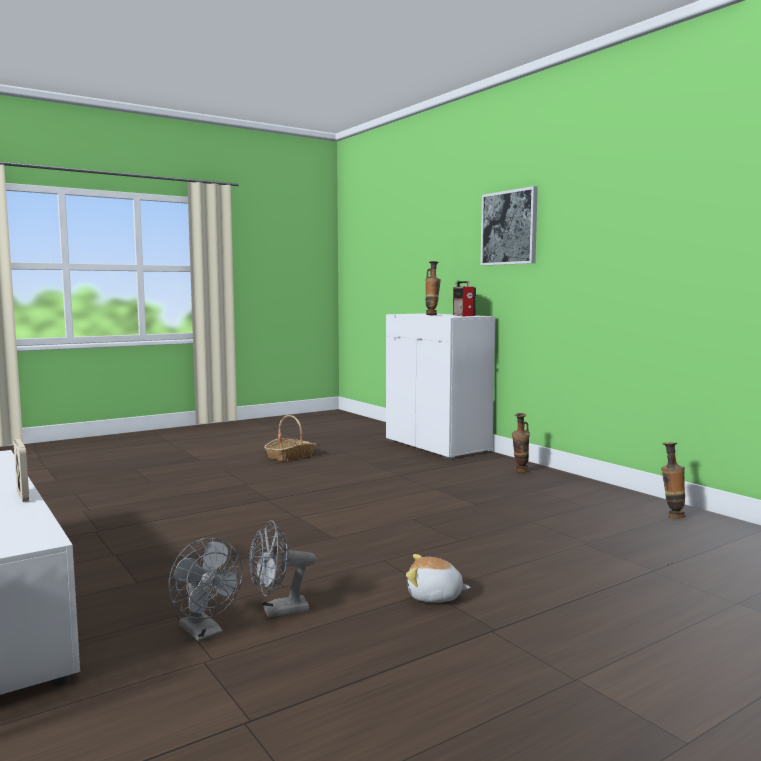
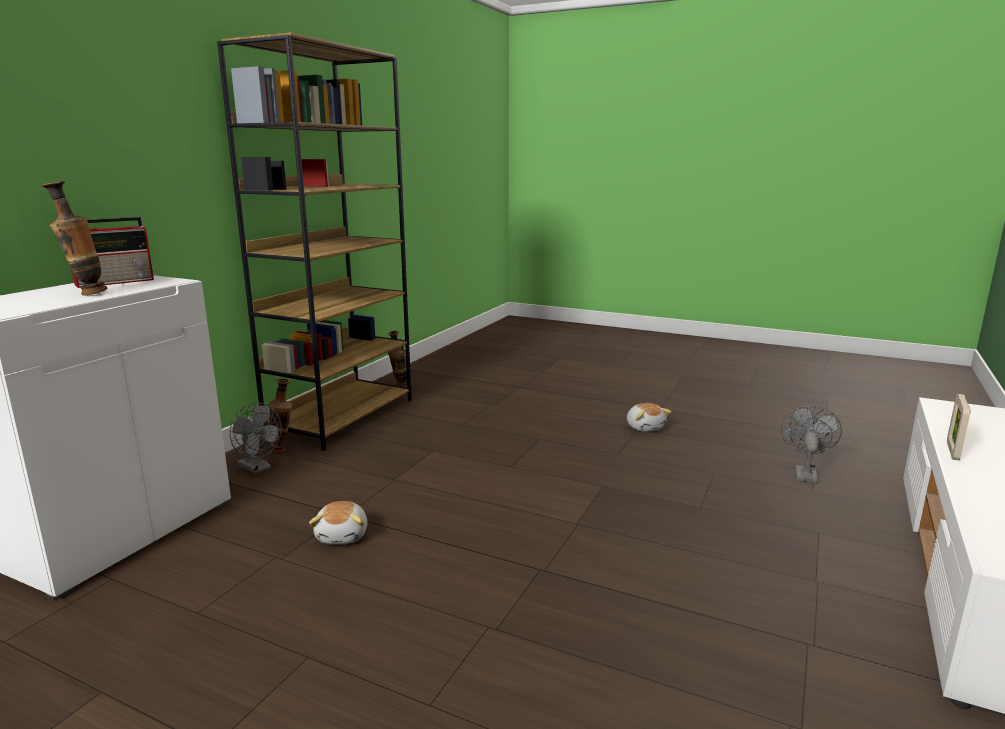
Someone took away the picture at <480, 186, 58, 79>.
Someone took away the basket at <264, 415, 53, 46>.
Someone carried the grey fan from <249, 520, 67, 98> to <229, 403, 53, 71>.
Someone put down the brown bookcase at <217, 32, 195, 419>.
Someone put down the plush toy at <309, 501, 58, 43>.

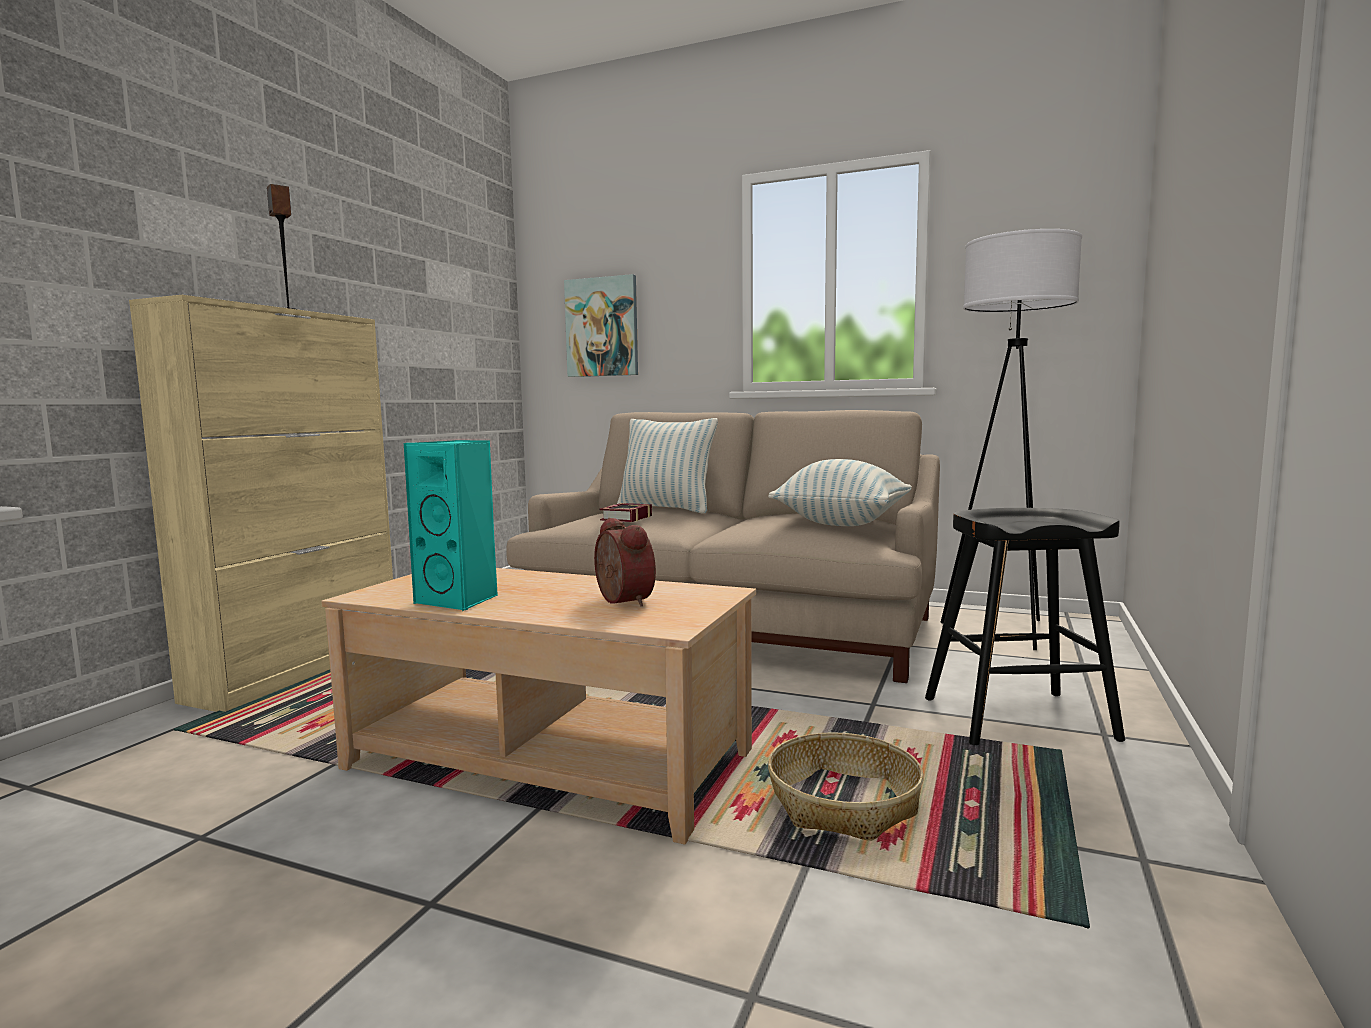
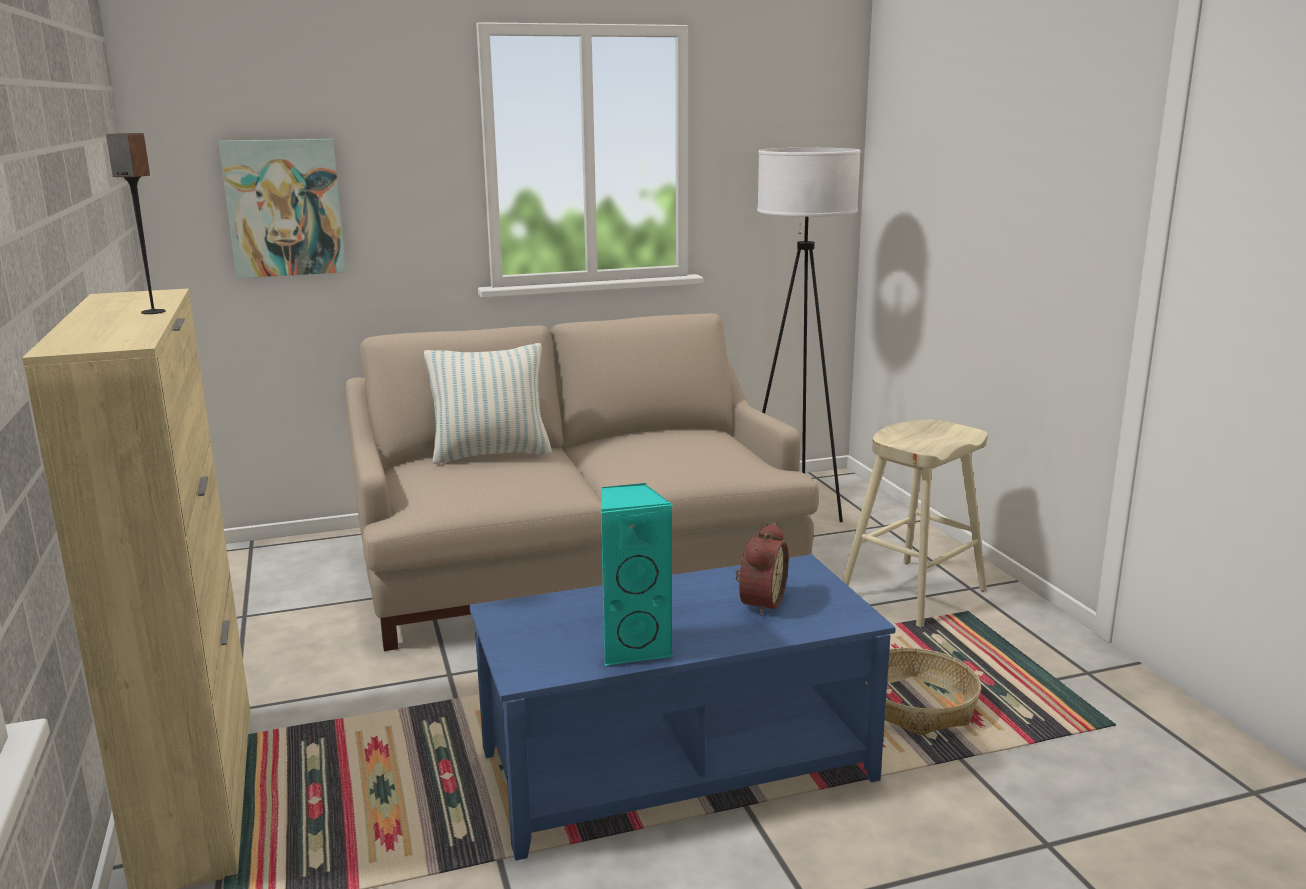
Someone took away the pillow at <768, 459, 144, 67>.
Someone took away the book at <600, 503, 52, 19>.
Someone repainted the black stool at <925, 508, 200, 237>, which became the beige stool at <842, 420, 145, 207>.
Someone rotated the alarm clock at <594, 518, 62, 89> by 90 degrees clockwise.
Someone repainted the beige coffee table at <321, 568, 435, 277>, which became the blue coffee table at <469, 554, 427, 307>.

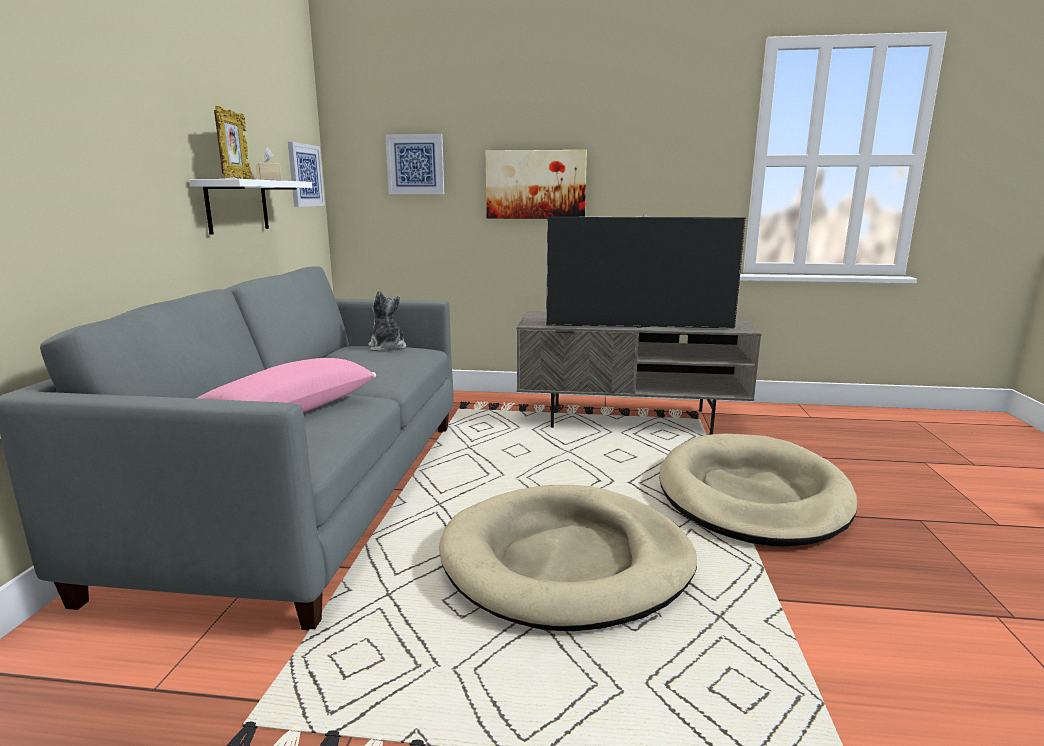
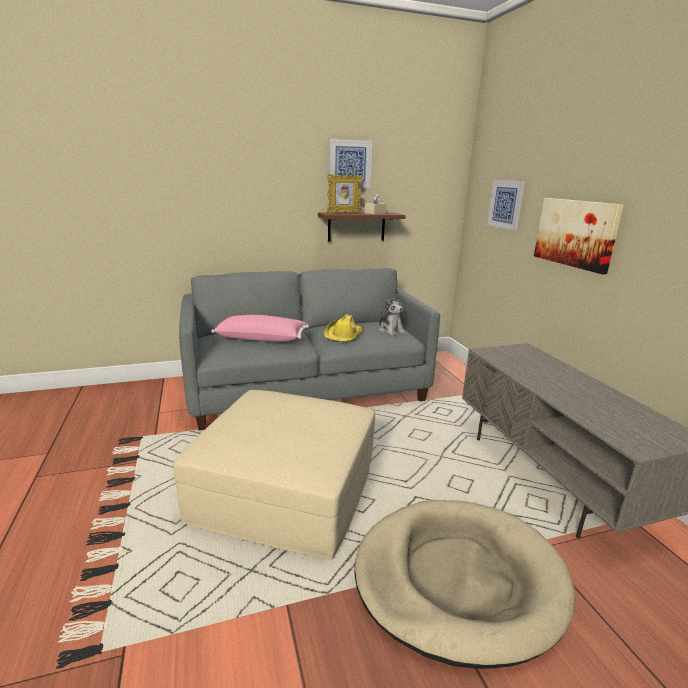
Someone carried the picture from <288, 142, 37, 65> to <329, 139, 43, 48>.
Someone repainted the white shelf at <189, 179, 123, 56>, which became the brown shelf at <318, 212, 88, 30>.
Someone took away the television at <546, 214, 200, 114>.
Someone rotated the plush toy at <368, 290, 39, 61> by 120 degrees clockwise.
Someone swapped the beige dog bed at <439, 485, 258, 146> for the beige ottoman at <173, 390, 202, 170>.
Someone put down the yellow hat at <324, 315, 40, 26>.

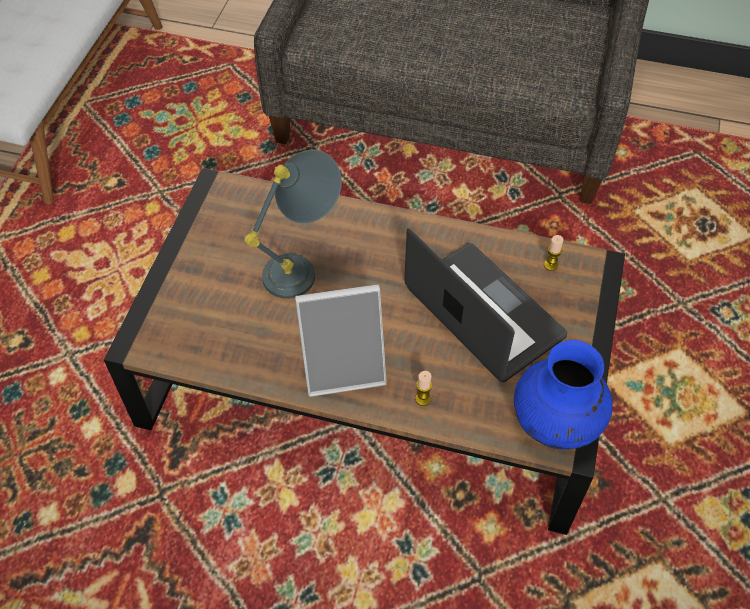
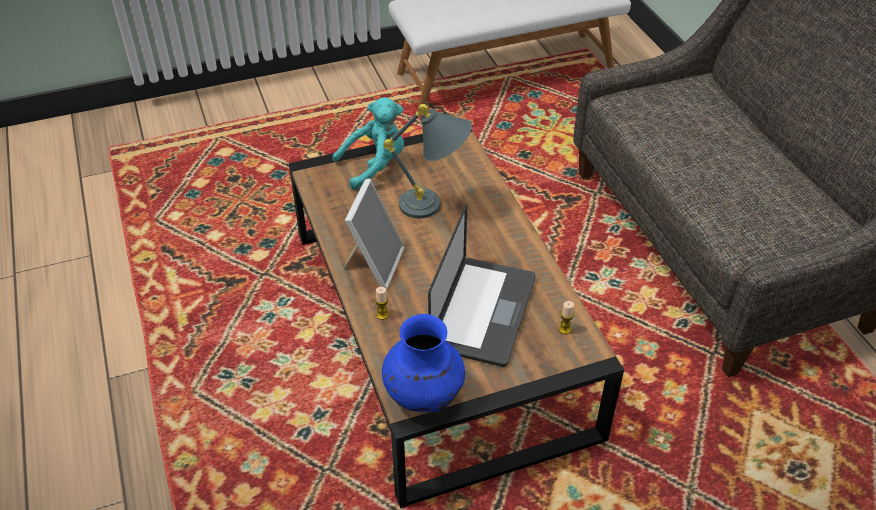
Someone rotated the picture frame at <295, 284, 92, 113> by 120 degrees counterclockwise.
Someone put down the turquoise plush toy at <332, 97, 72, 93>.

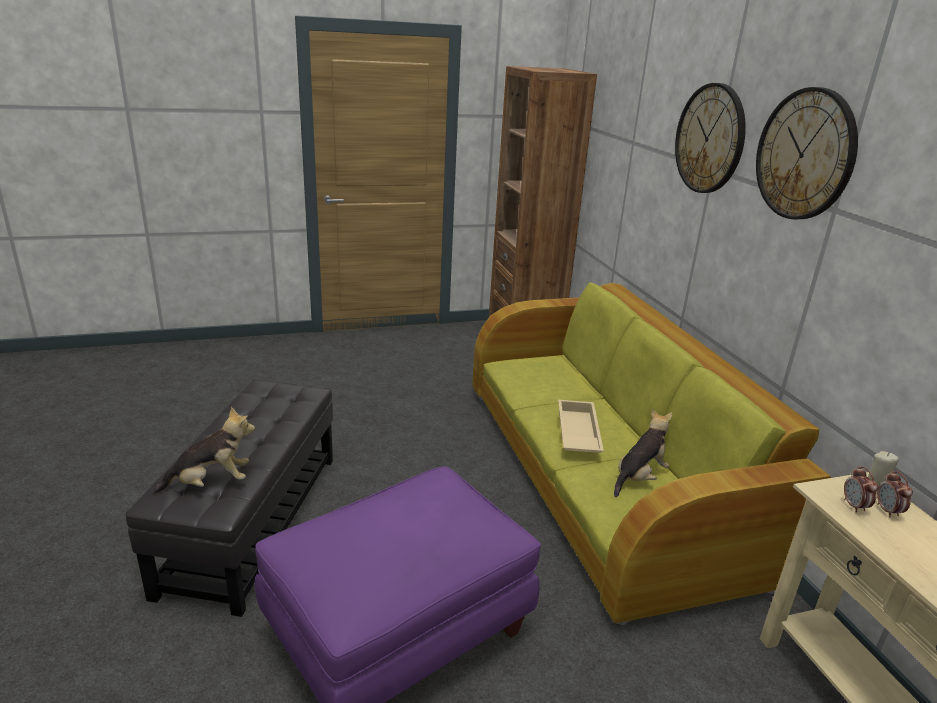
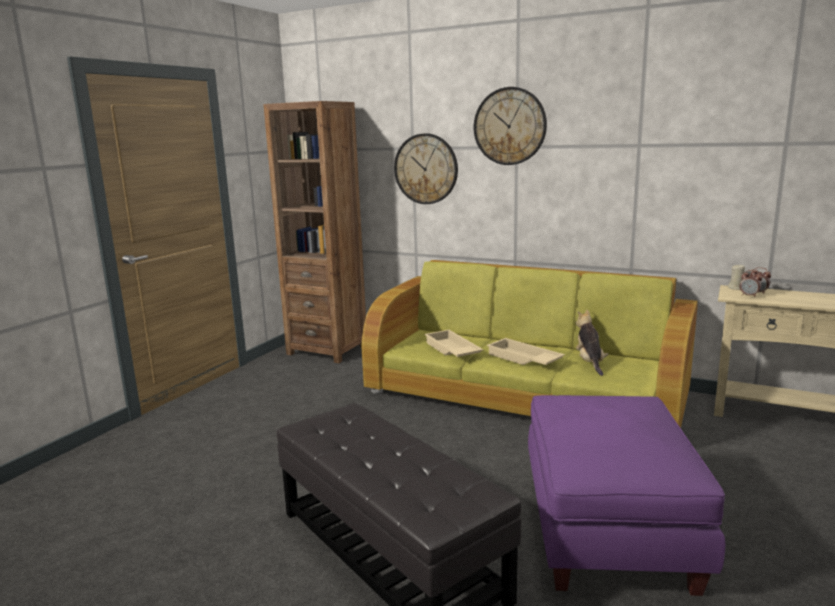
Someone carried the wall clock from <756, 87, 102, 132> to <394, 133, 64, 71>.
Someone took away the plush toy at <153, 406, 102, 88>.
Someone put down the beige tray at <424, 330, 59, 27>.

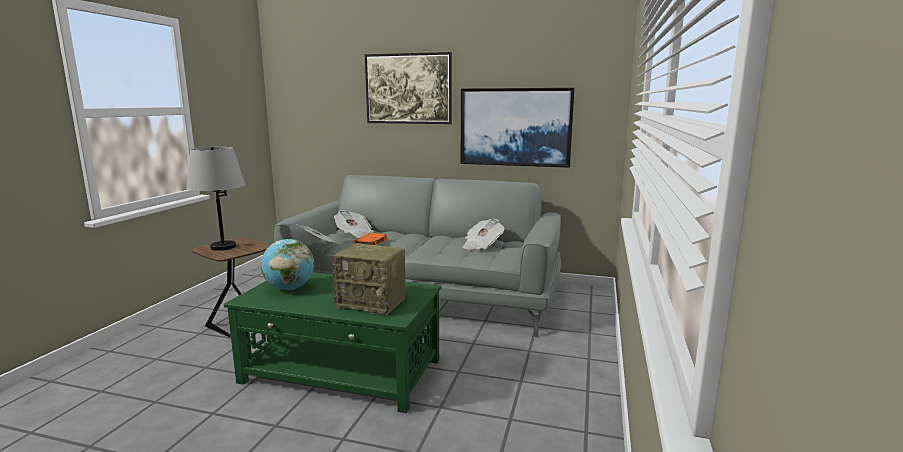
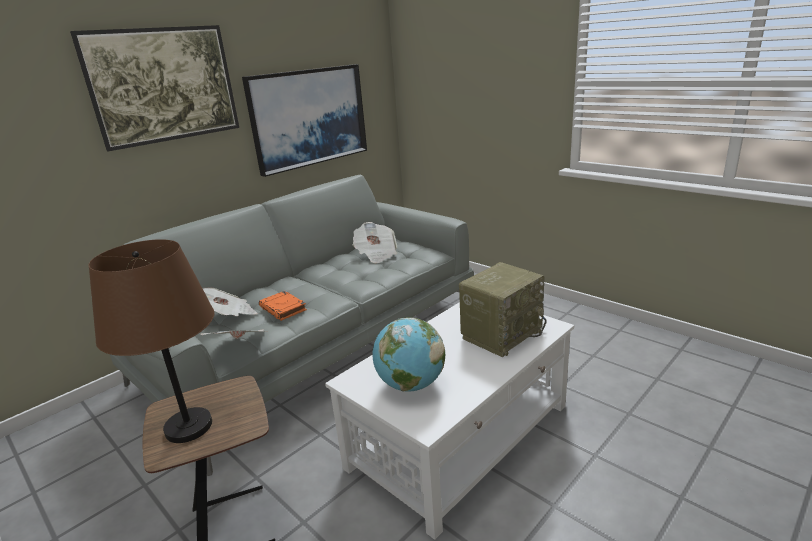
Someone repainted the grey table lamp at <186, 147, 59, 104>, which became the brown table lamp at <89, 239, 125, 204>.
Someone repainted the green coffee table at <224, 272, 217, 141>, which became the white coffee table at <325, 302, 249, 238>.

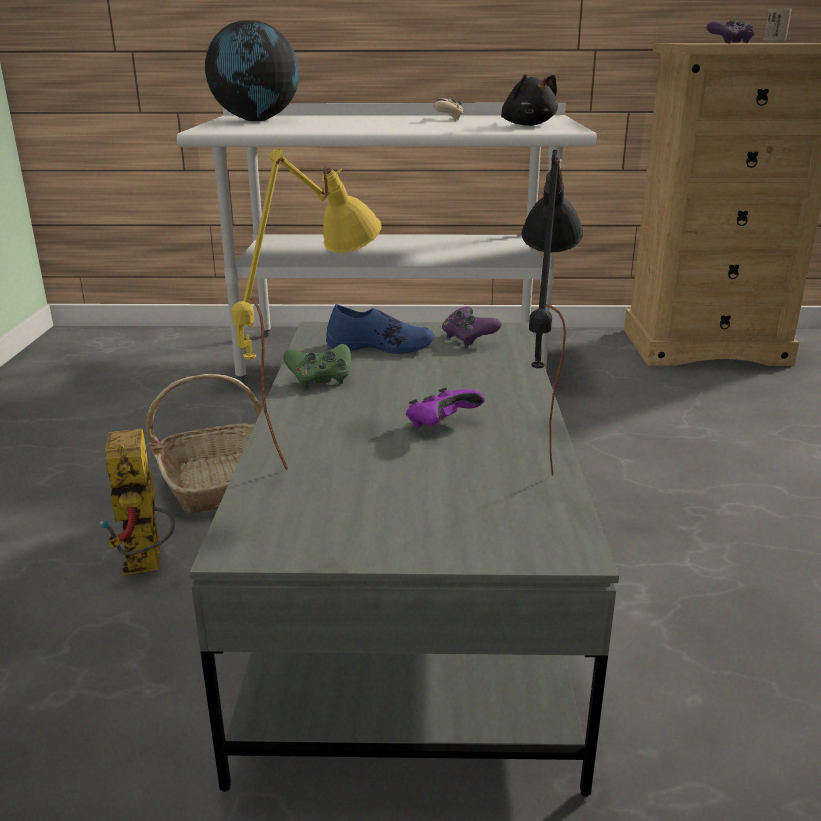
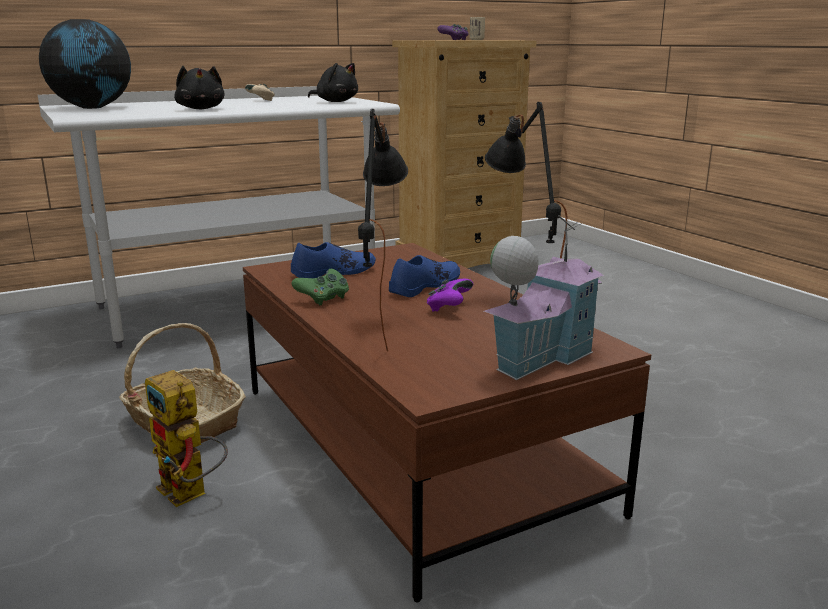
Someone repainted the yellow table lamp at <231, 149, 151, 321>, which became the black table lamp at <358, 109, 50, 243>.
Someone took away the purple game controller at <442, 306, 60, 41>.
Someone repainted the grey coffee table at <190, 322, 429, 475>, which became the brown coffee table at <243, 243, 408, 360>.
Someone put down the black plush toy at <174, 66, 51, 43>.
Someone put down the toy house at <484, 215, 120, 165>.
Someone put down the blue shoe at <389, 255, 71, 42>.

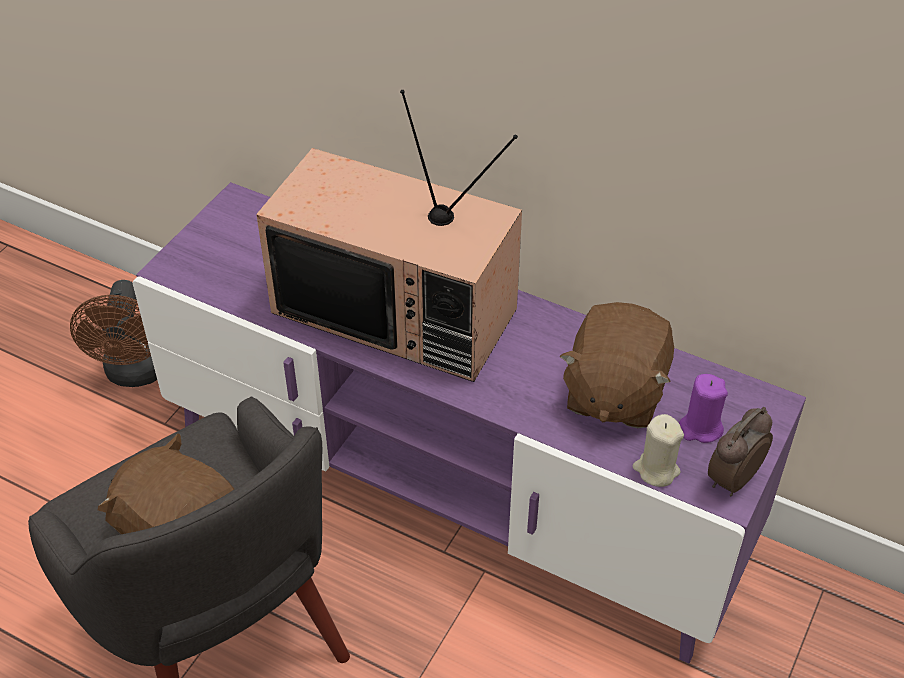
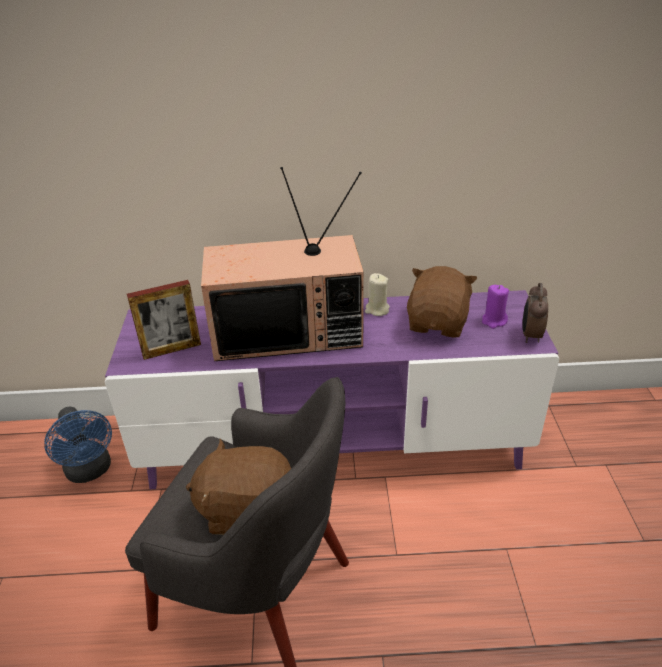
Someone repainted the brown fan at <70, 280, 87, 107>, which became the blue fan at <44, 407, 68, 76>.
Someone rotated the brown plush toy at <560, 302, 114, 126> by 150 degrees counterclockwise.
Someone carried the beige candle from <633, 414, 51, 73> to <365, 273, 25, 43>.
Someone put down the picture frame at <127, 280, 74, 80>.

